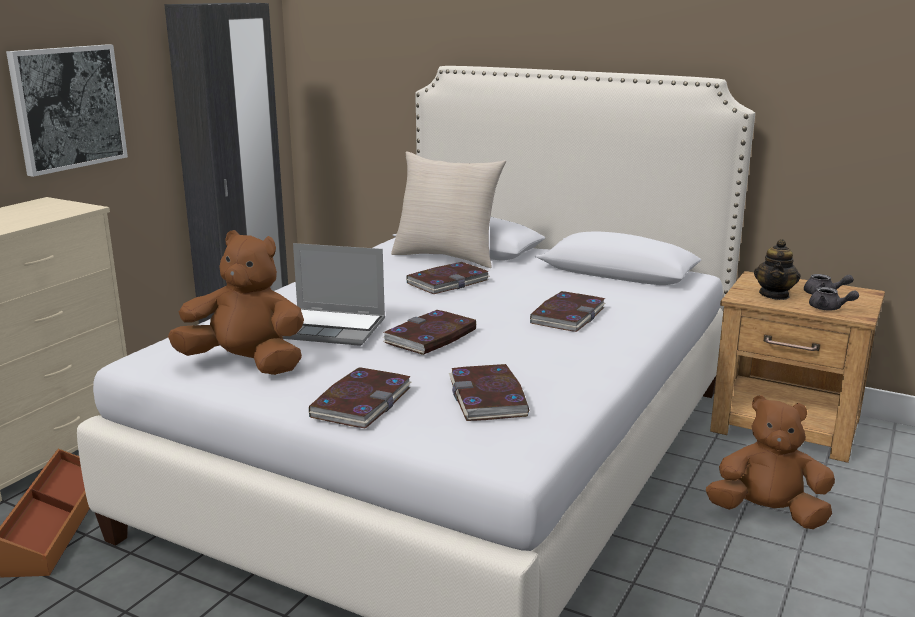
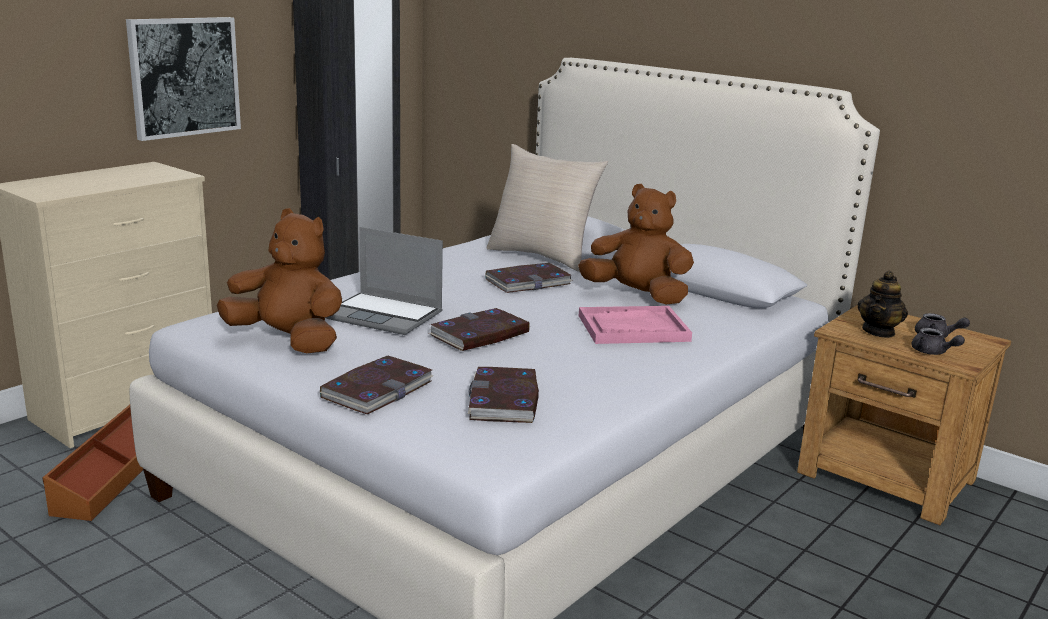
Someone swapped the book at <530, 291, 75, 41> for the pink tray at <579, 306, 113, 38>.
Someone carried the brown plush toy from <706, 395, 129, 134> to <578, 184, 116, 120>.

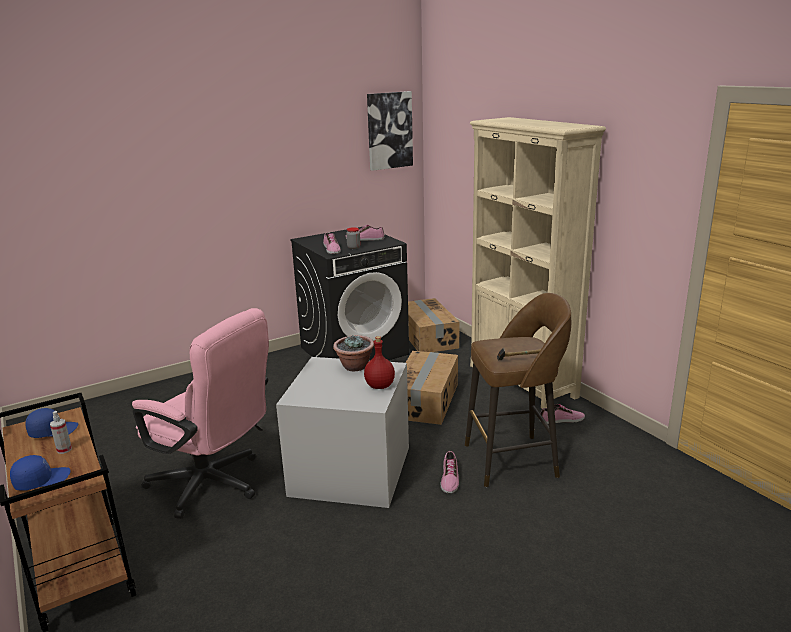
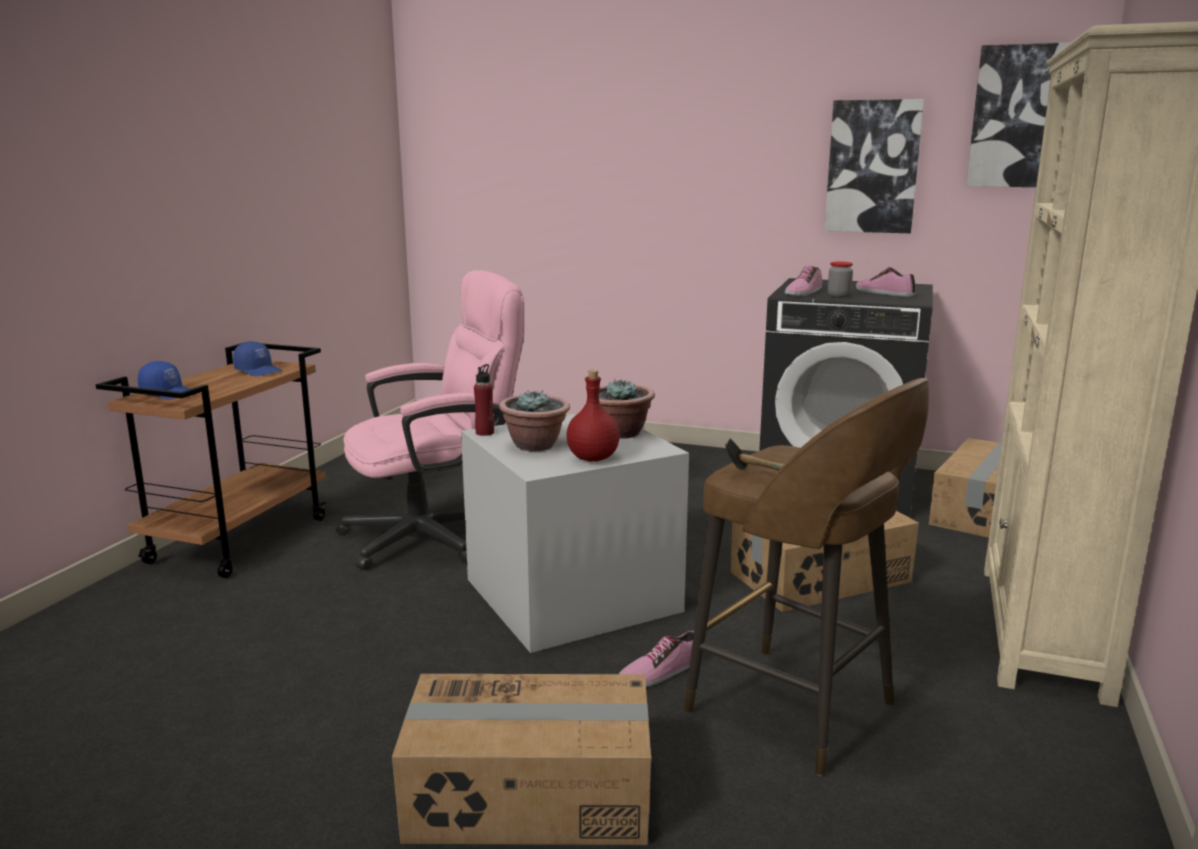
Someone rotated the pink office chair at <132, 308, 137, 211> by 105 degrees counterclockwise.
Someone took away the shoe at <540, 404, 45, 20>.
Someone took away the spray bottle at <50, 411, 22, 43>.
Someone put up the picture at <824, 99, 100, 134>.
Someone put down the red bottle at <474, 364, 20, 72>.
Someone put down the potted plant at <499, 390, 71, 61>.
Someone put down the cardboard box at <392, 674, 259, 171>.

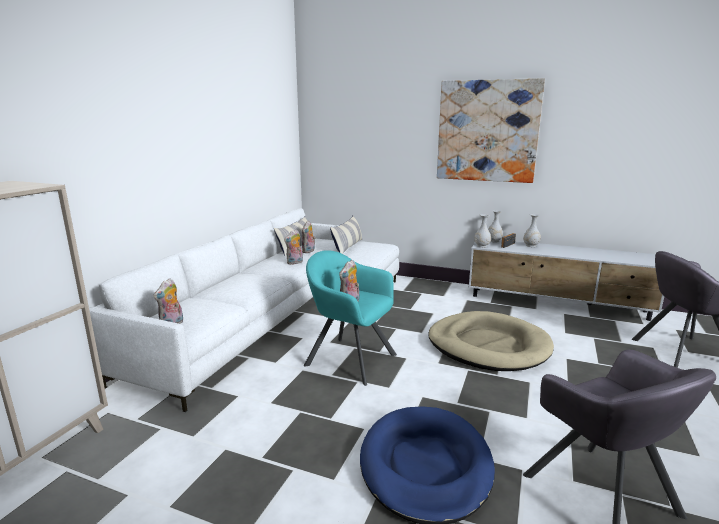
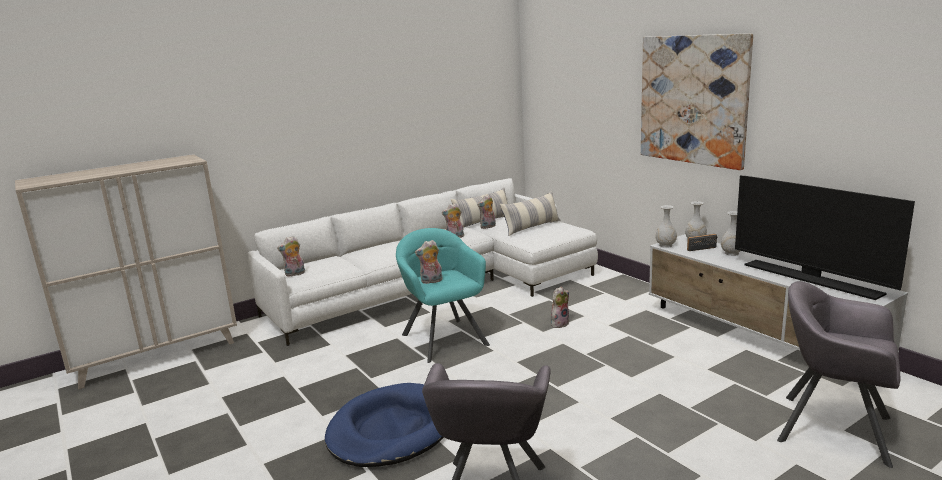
Someone took away the beige dog bed at <428, 311, 126, 60>.
Someone put down the television at <735, 175, 180, 125>.
Someone put down the plush toy at <551, 287, 18, 41>.

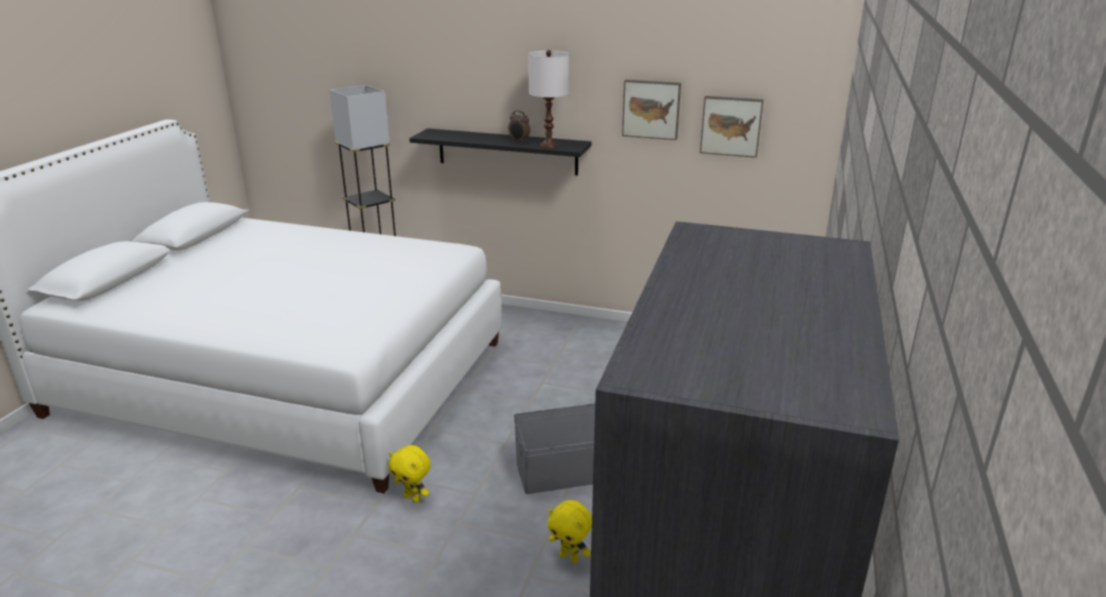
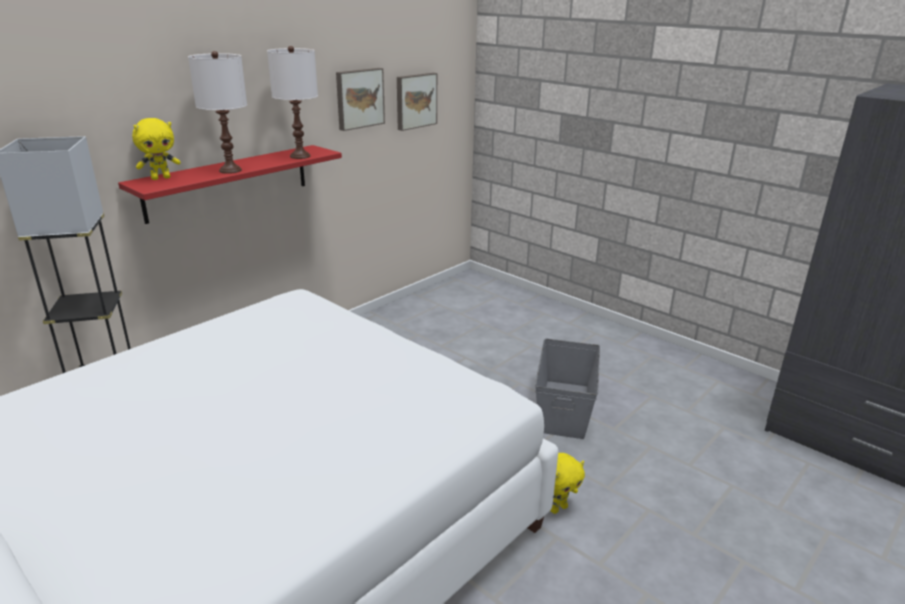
Someone took away the alarm clock at <508, 111, 22, 32>.
Someone repainted the black shelf at <409, 128, 183, 48>, which became the red shelf at <118, 145, 224, 79>.
Someone carried the yellow plush toy from <548, 500, 44, 63> to <132, 118, 49, 62>.
Someone put down the white table lamp at <188, 51, 59, 123>.

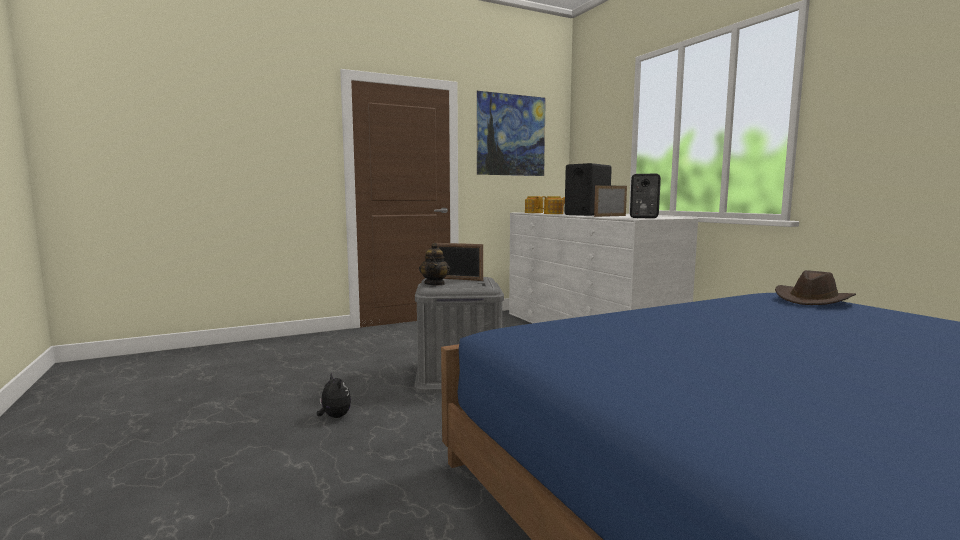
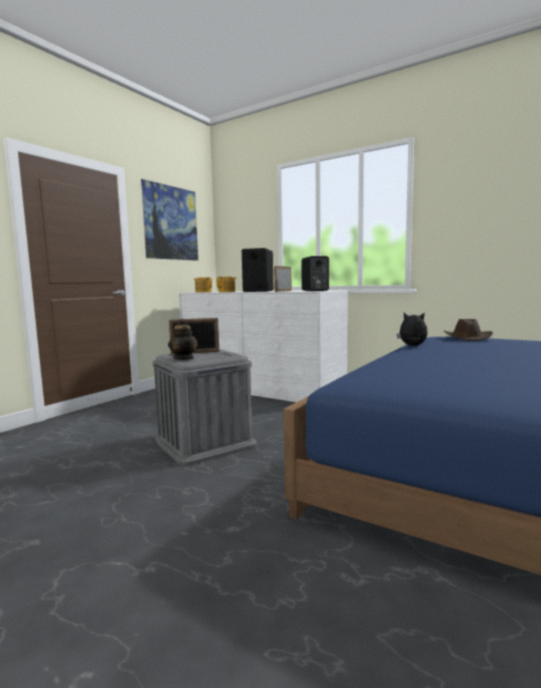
Someone carried the plush toy from <317, 372, 34, 46> to <397, 312, 31, 34>.

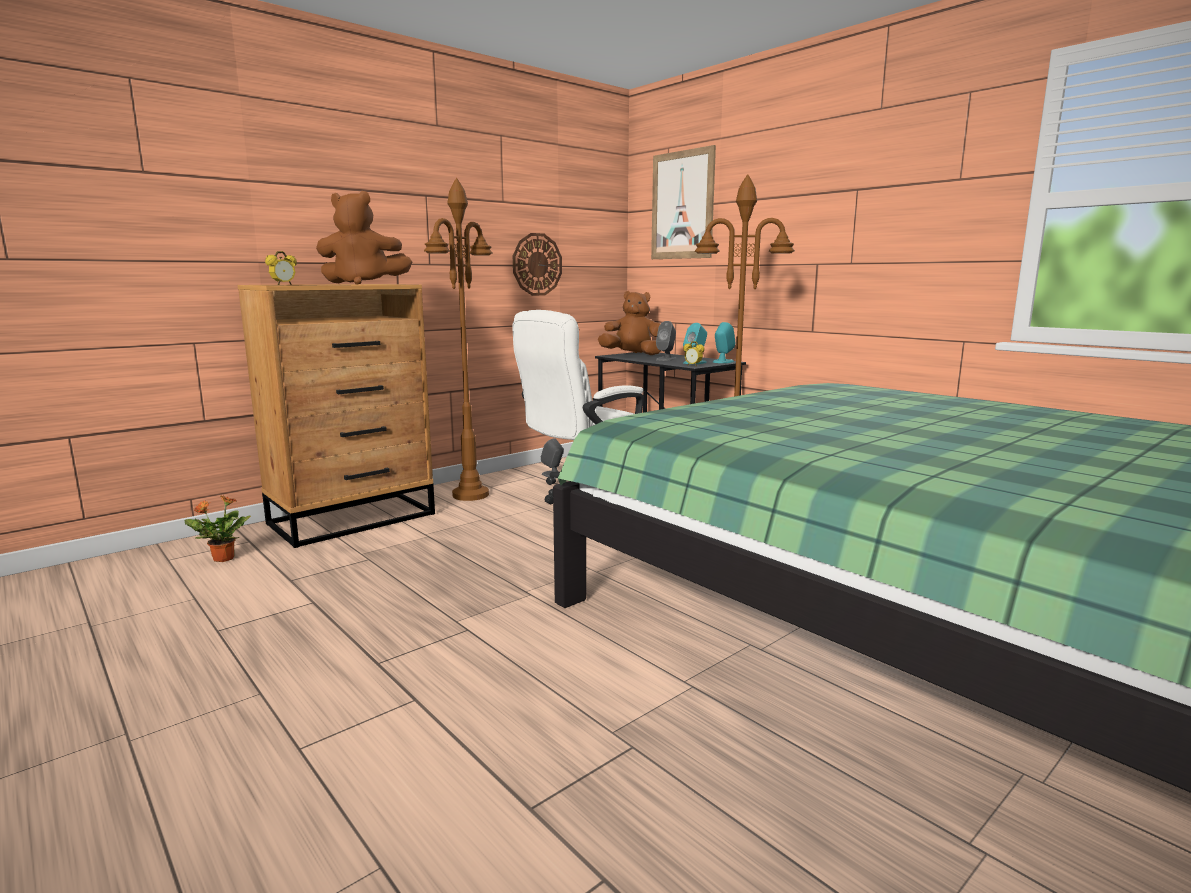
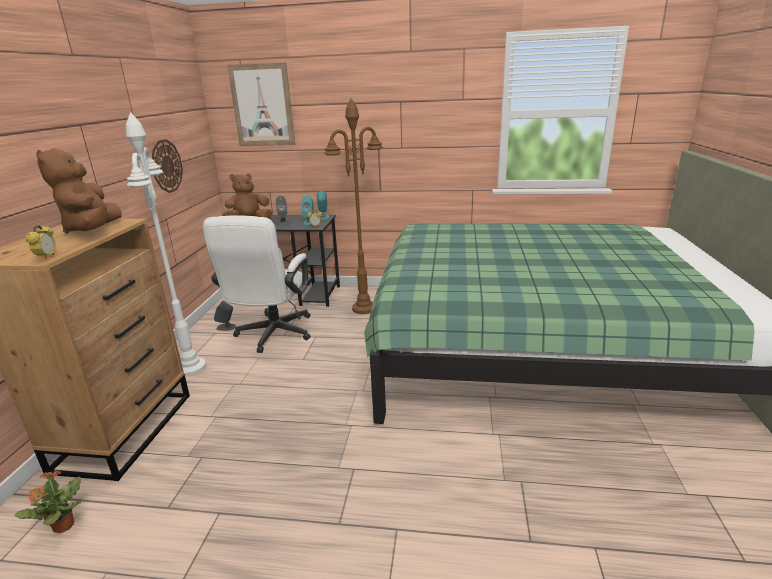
Someone repainted the brown floor lamp at <424, 178, 69, 323>, which became the white floor lamp at <126, 112, 80, 265>.
Someone rotated the brown plush toy at <316, 191, 96, 93> by 120 degrees clockwise.

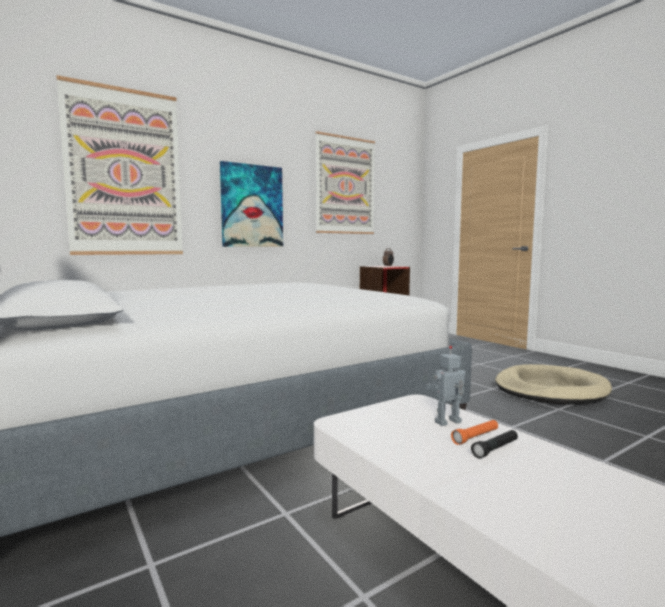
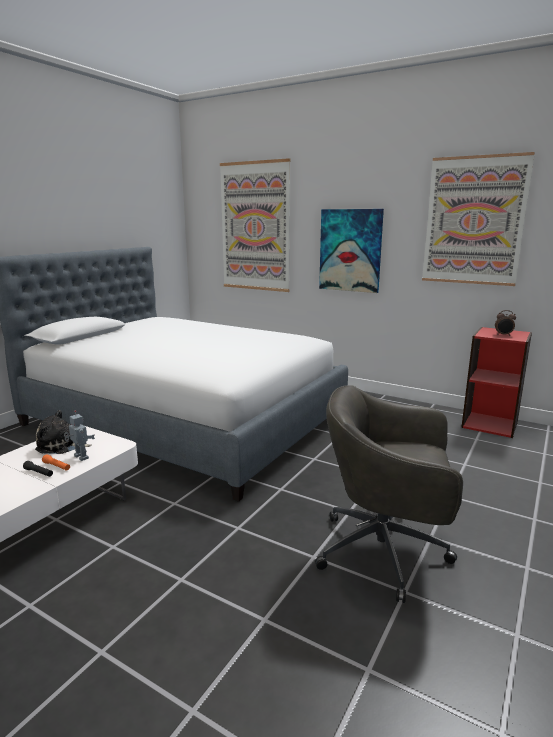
Someone swapped the beige dog bed at <495, 364, 117, 41> for the grey office chair at <315, 385, 148, 218>.
Someone put down the plush toy at <35, 410, 57, 44>.

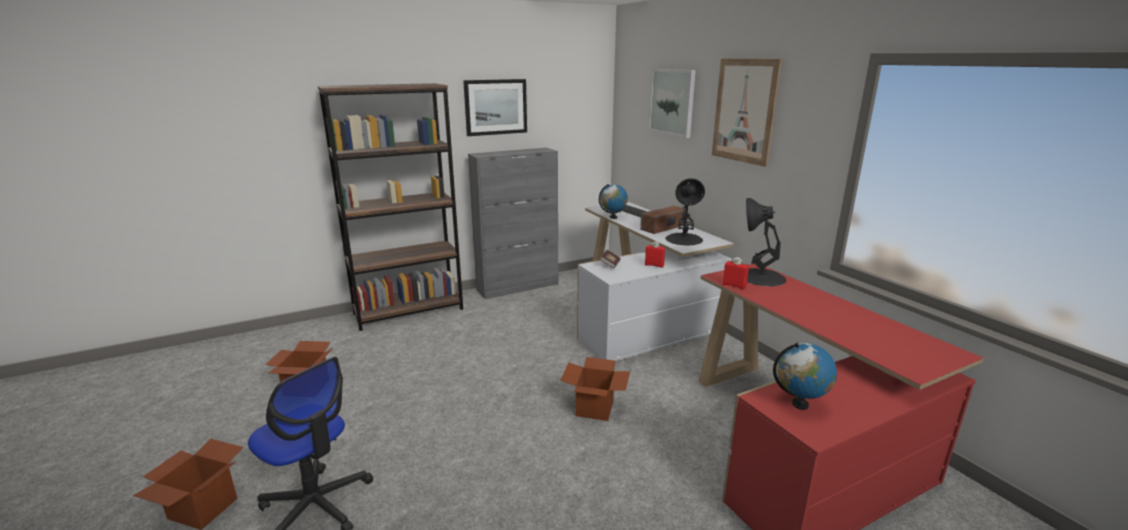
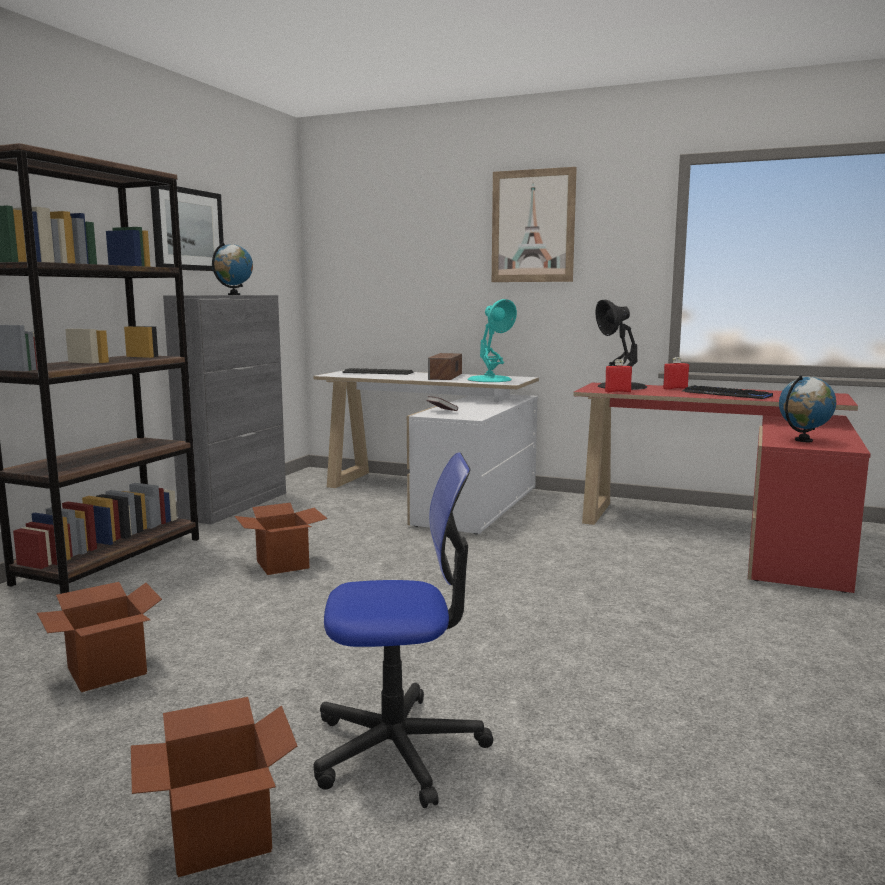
Someone took away the picture at <648, 69, 48, 69>.
Someone repainted the black table lamp at <666, 178, 39, 67>, which became the turquoise table lamp at <467, 299, 50, 83>.
Someone carried the globe from <599, 184, 29, 35> to <212, 242, 41, 53>.
Someone carried the red bottle from <645, 242, 20, 26> to <663, 357, 26, 33>.
Someone carried the cardboard box from <560, 357, 70, 64> to <235, 503, 93, 72>.
Someone put down the keyboard at <682, 385, 91, 14>.

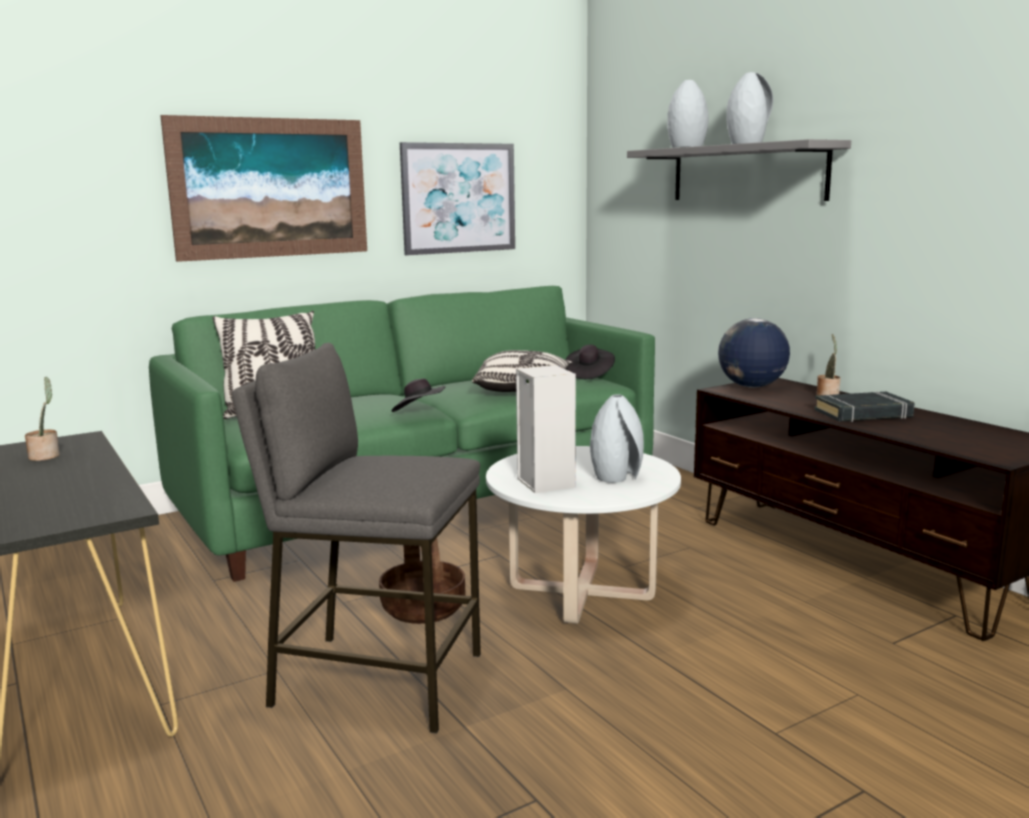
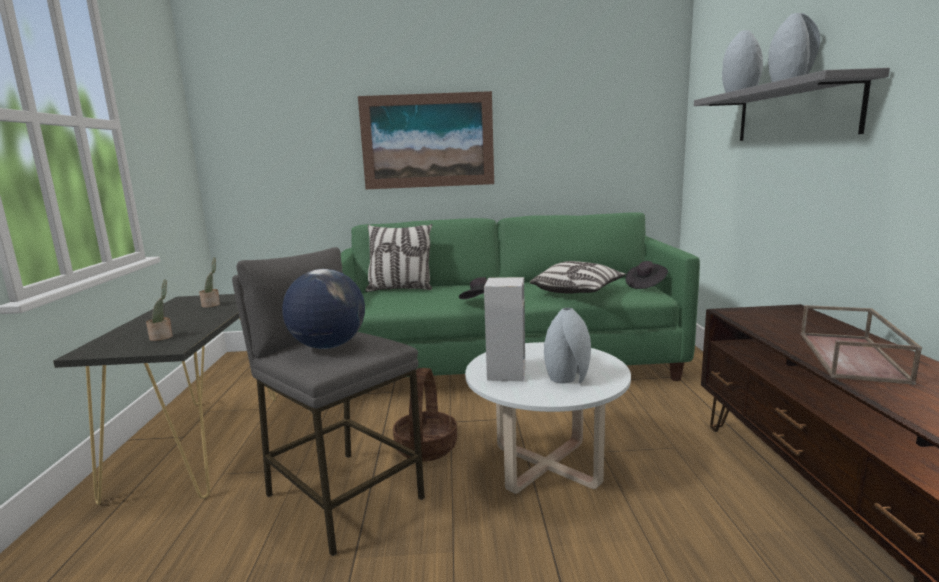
Someone took away the picture at <400, 142, 115, 114>.
Someone carried the globe from <718, 318, 72, 70> to <282, 269, 83, 80>.
Someone carried the potted plant from <817, 334, 24, 61> to <146, 279, 27, 62>.
Someone swapped the black book at <814, 392, 101, 30> for the brown tray at <801, 305, 121, 80>.

